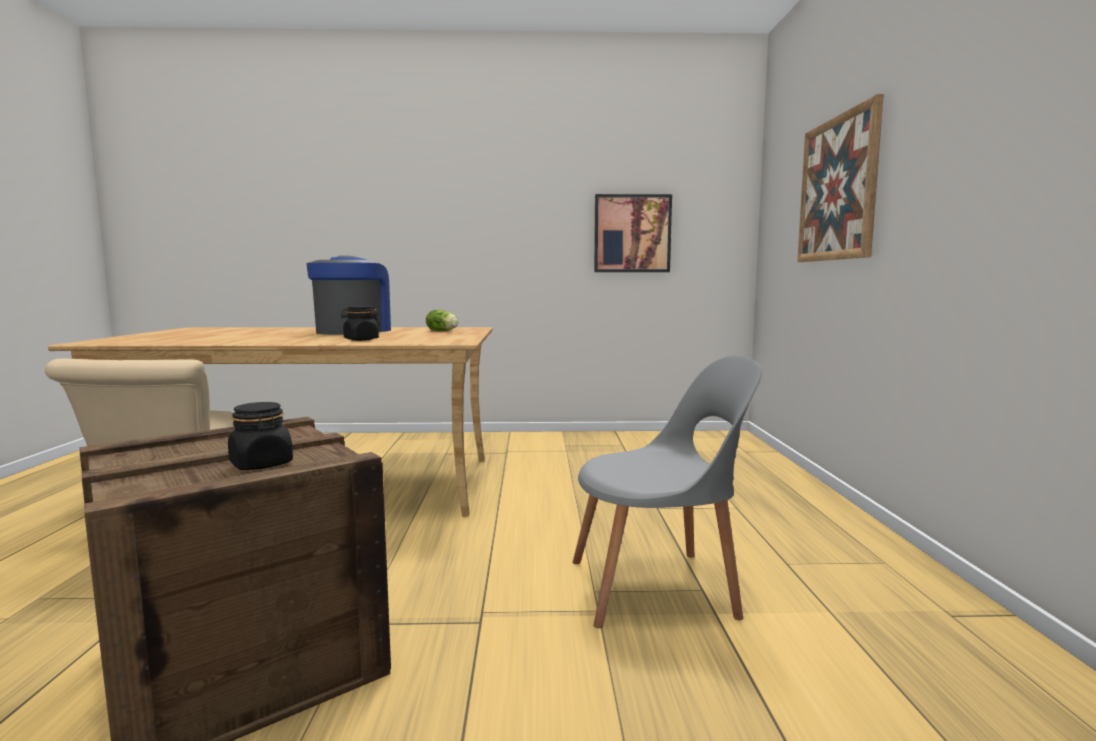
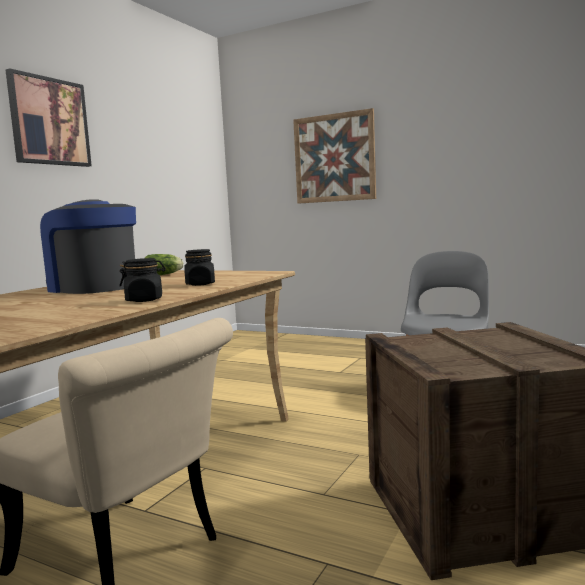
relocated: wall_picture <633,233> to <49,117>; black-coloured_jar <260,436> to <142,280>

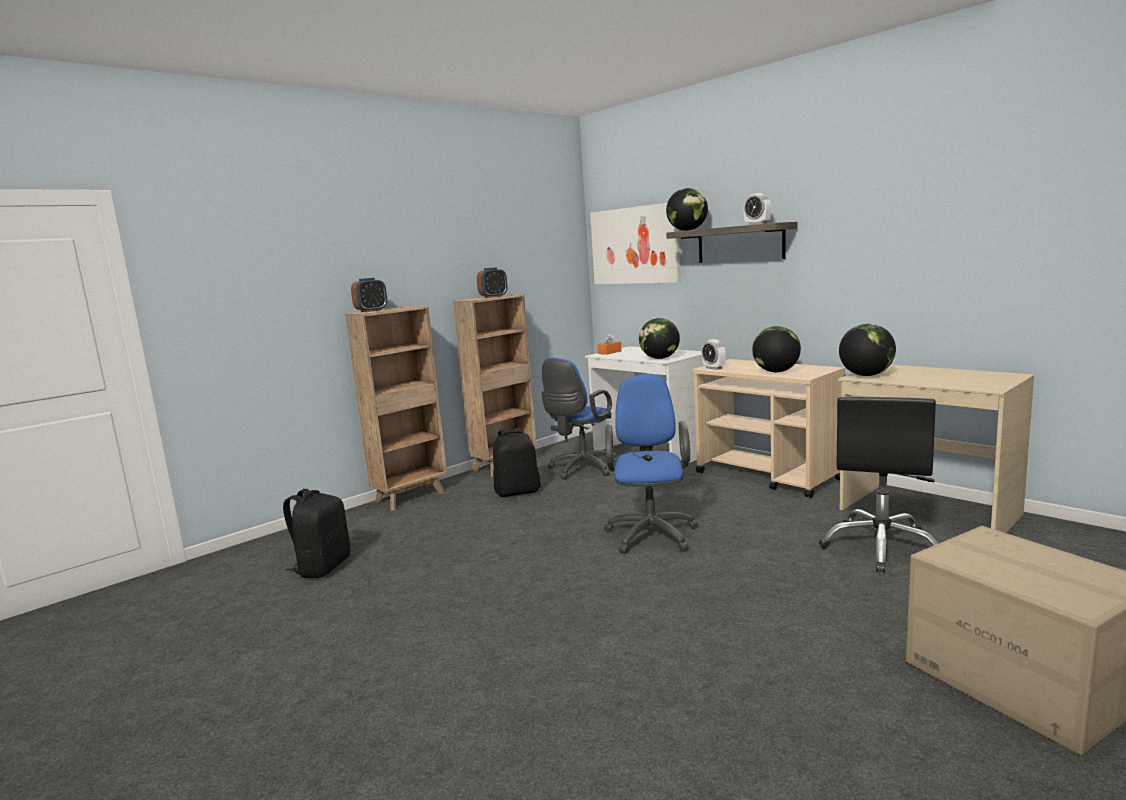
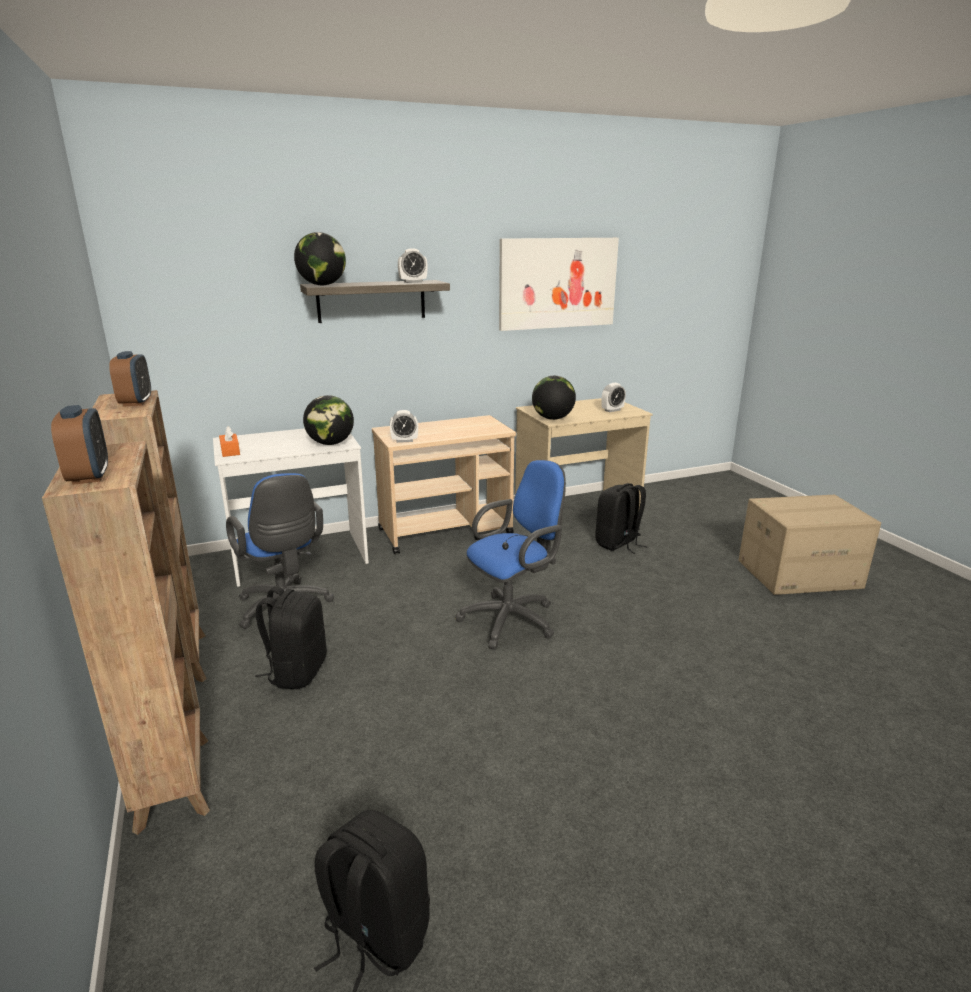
missing: globe <776,349>
appeared: bedside_clock <613,397>
relocated: wall_picture <635,243> to <559,284>
exchanged: black-coloured_computer_chair <879,484> to black-coloured_rucksack <621,518>
spun: blue-coloured_computer_chair <651,464> = <511,555> 120 degrees clockwise

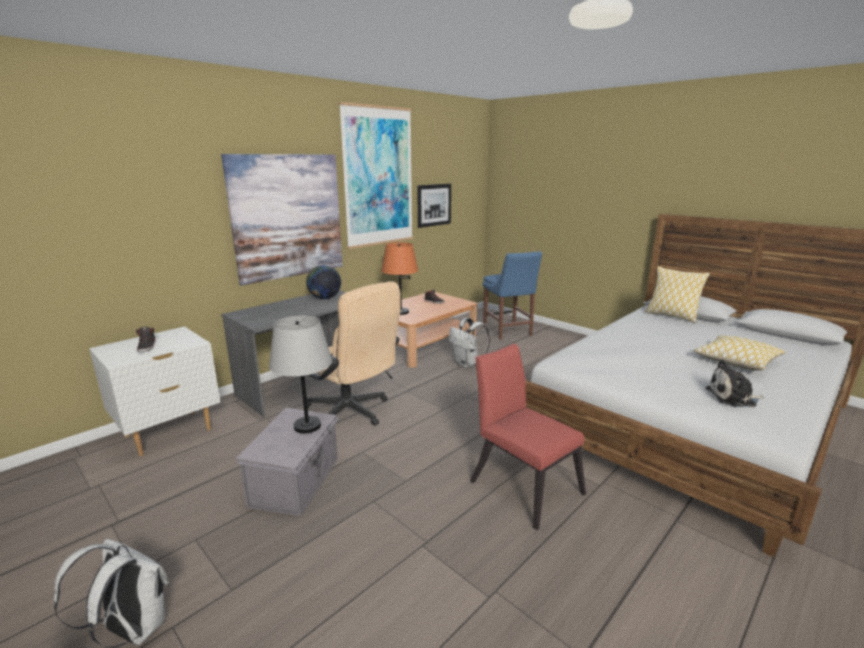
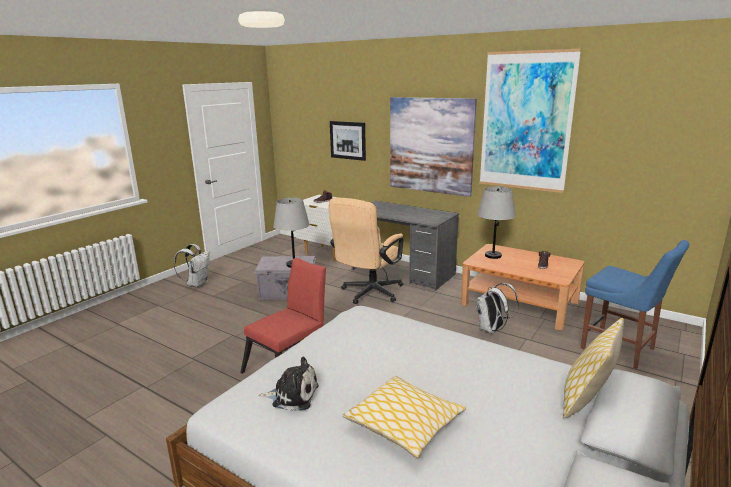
missing: globe <323,282>
relocated: wall_picture <434,206> to <348,141>
colour: orange_tabletop_lamp <399,278> to grey_tabletop_lamp <496,223>
spun: blue-coloured_chair <512,295> = <635,304> 105 degrees counterclockwise; cuddly_toy <735,383> = <289,384> 105 degrees clockwise

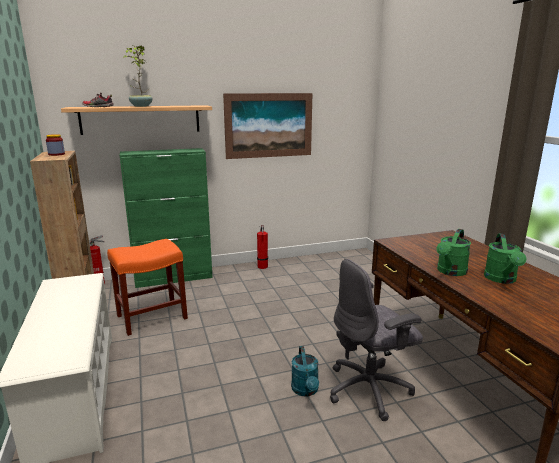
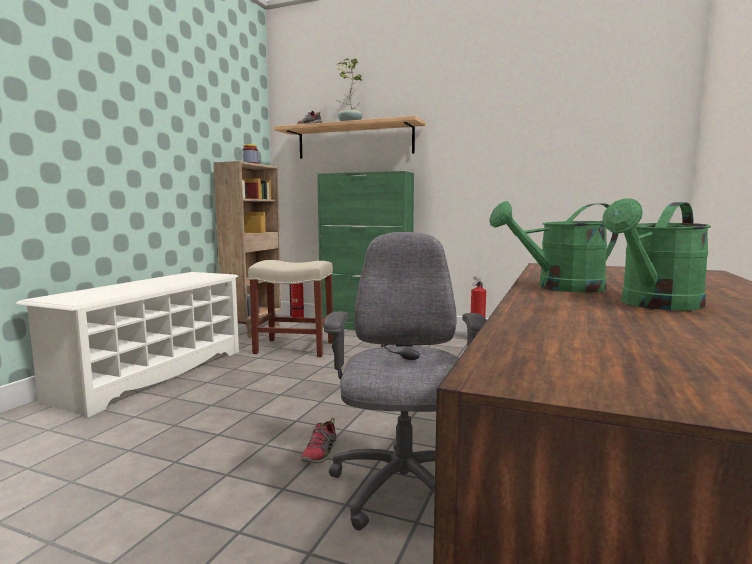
missing: wall_picture <267,126>
exchanged: blue-green_watering_pot <305,371> to shoe <319,441>
colour: orange_sitting_stool <147,287> to beige_sitting_stool <290,308>
spun: grey_computer_chair <376,340> = <405,381> 75 degrees clockwise

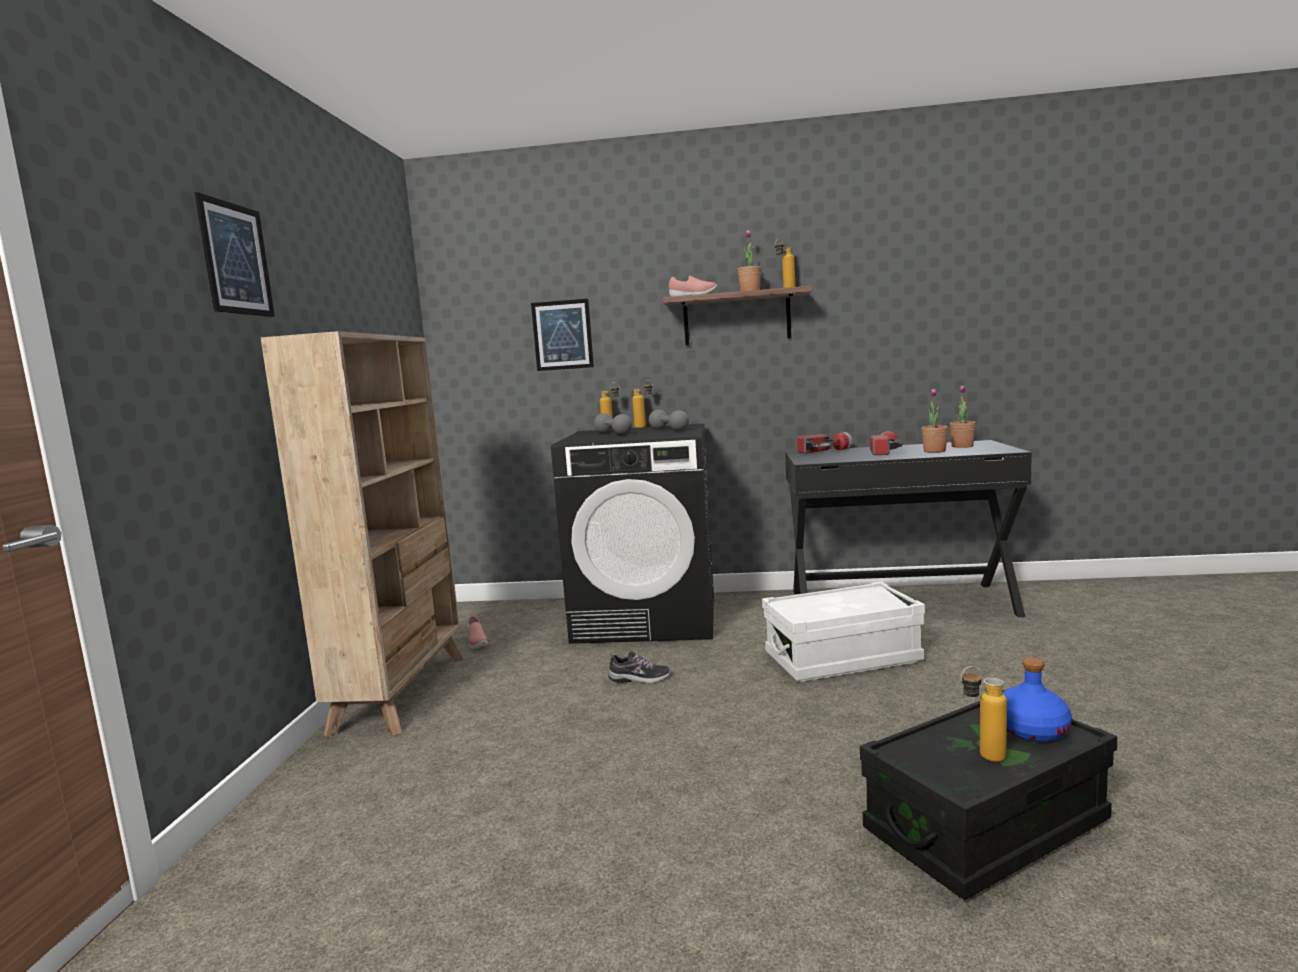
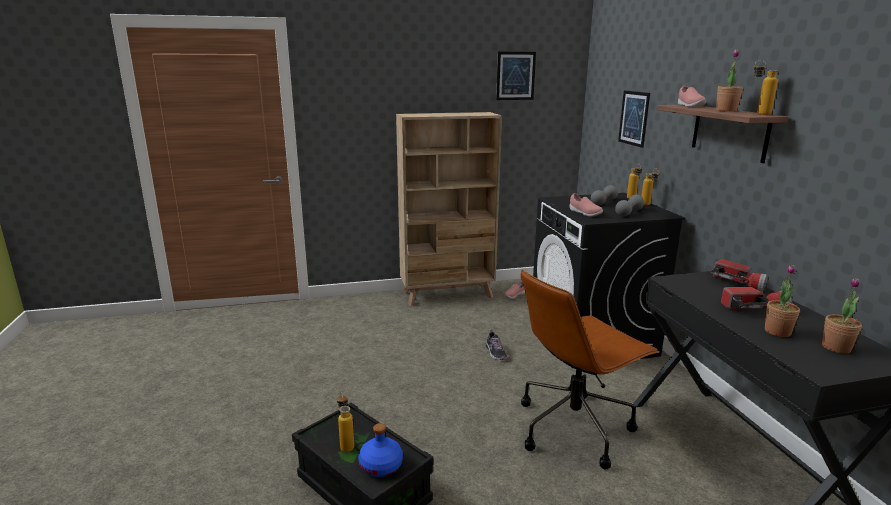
appeared: pink-coloured_shoe <586,204>
relocated: wall_picture <234,254> to <516,76>
exchanged: white-coloured_storage_container <843,632> to brown_computer_chair <590,369>

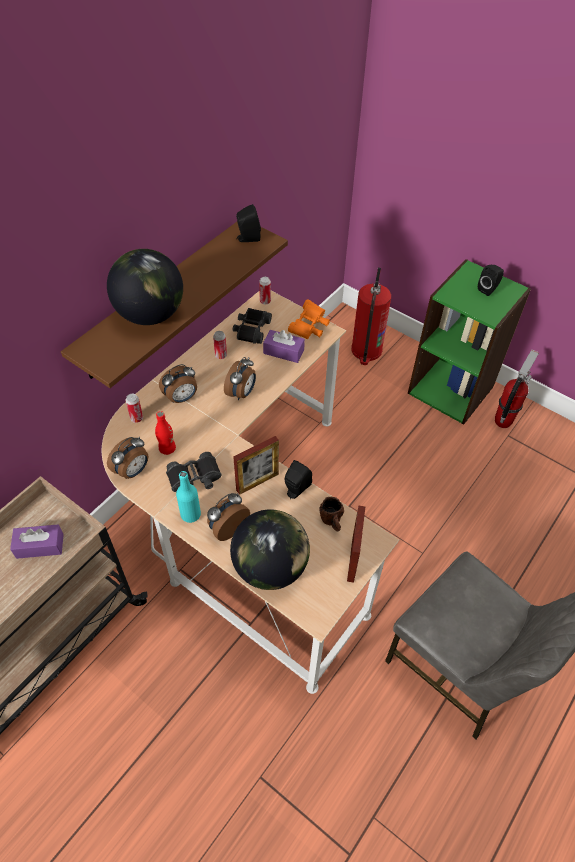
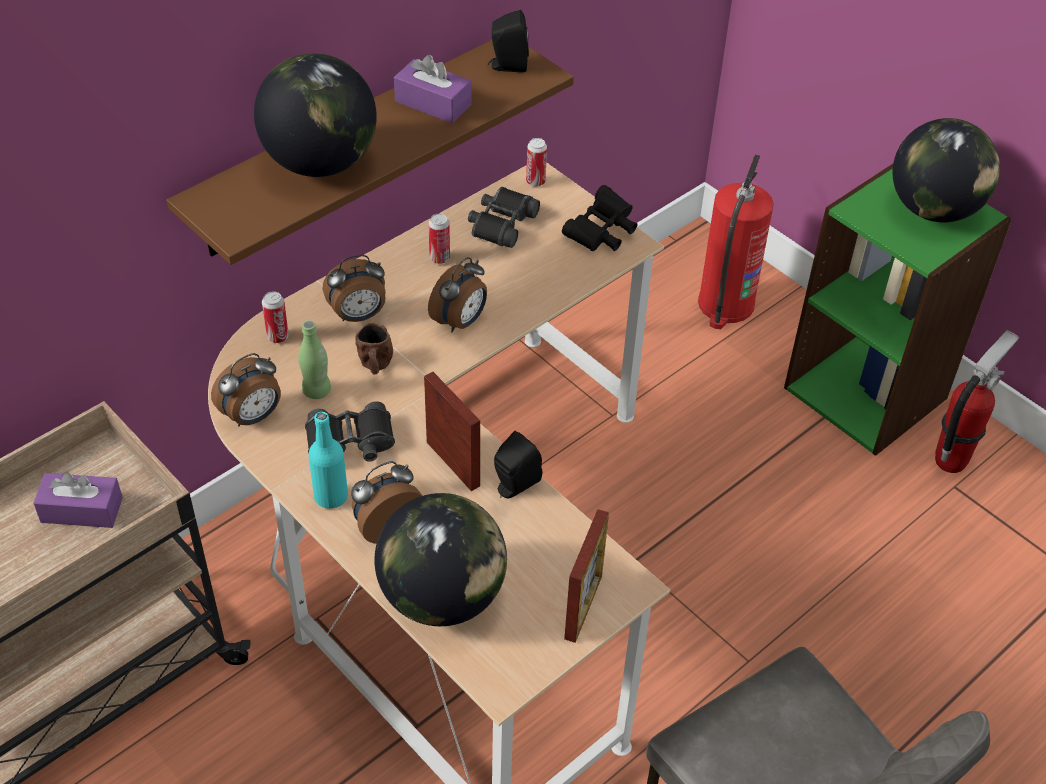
relocated: purplish_tissue_holder <284,346> to <432,89>; brown_mug <332,514> to <374,349>
exchanged: black-coloured_speaker <491,280> to globe <946,170>
colour: orange_field_glasses <309,319> to black-coloured_field_glasses <599,218>; reddish_beverage_bottle <165,433> to green_beverage_bottle <314,359>
spun: standing_frame <256,465> = <452,431> 105 degrees counterclockwise

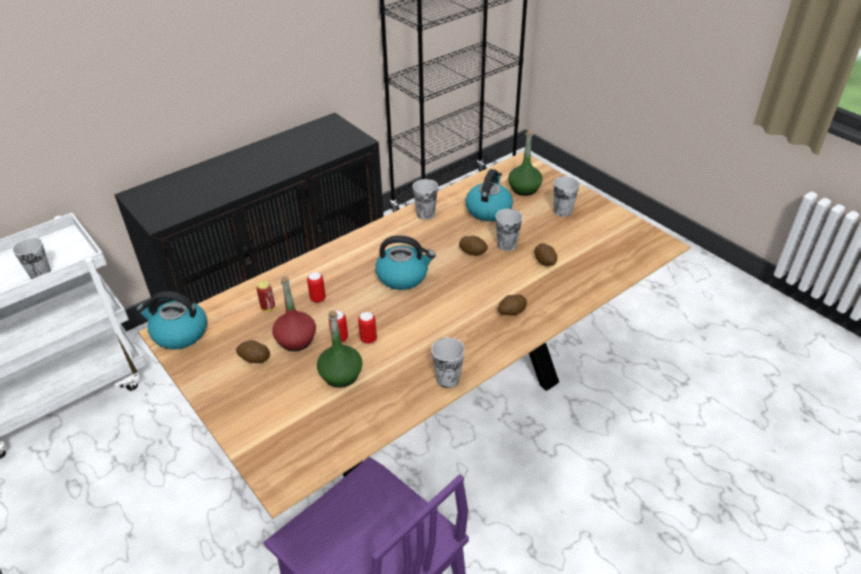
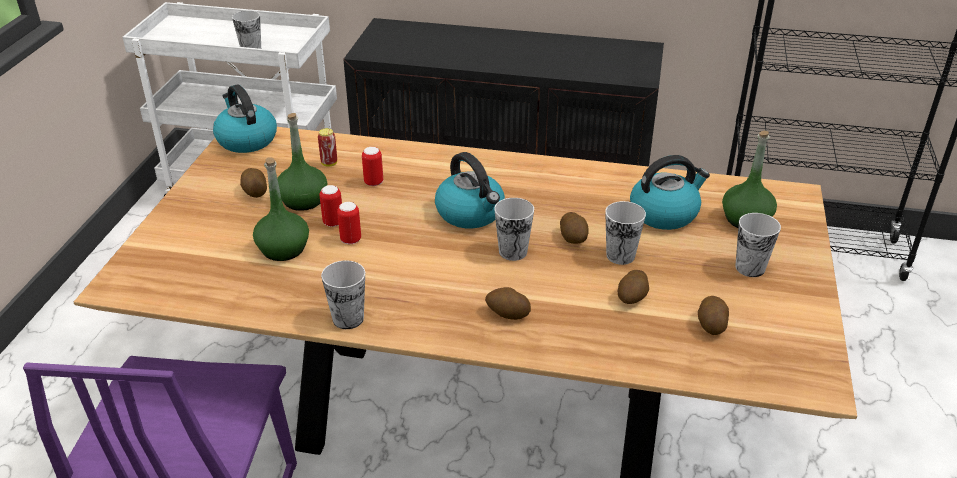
appeared: spud <713,315>
relocated: drinking_cup <425,199> to <514,229>
colour: reddish_beverage_bottle <294,313> to green_beverage_bottle <302,162>

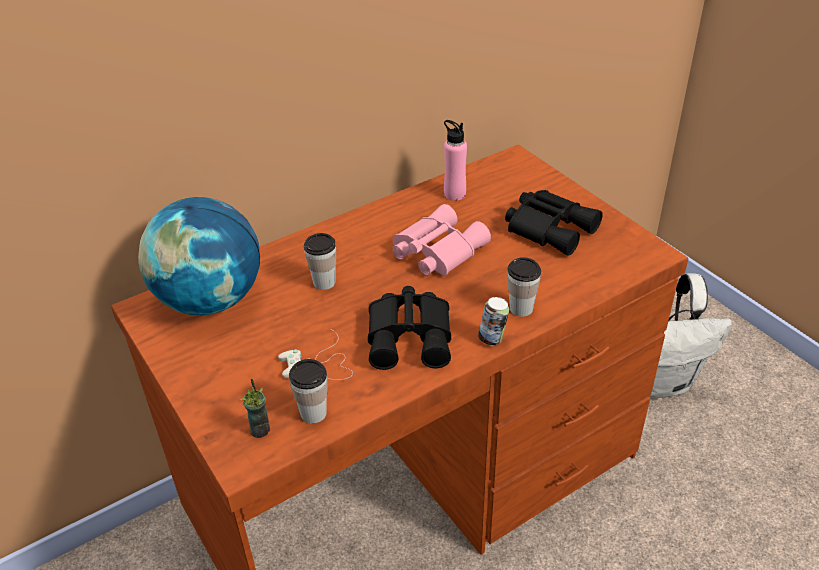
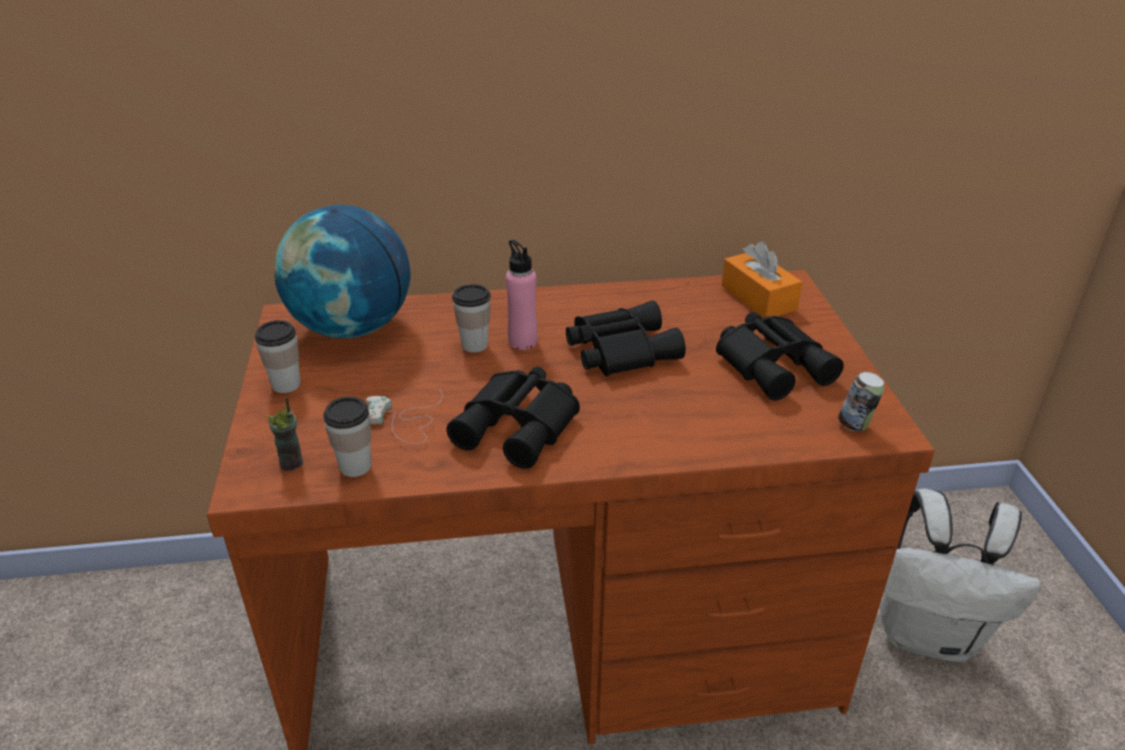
appeared: orange_tissue_holder <762,279>
relocated: pink-coloured_beverage_bottle <455,160> to <522,295>; drinking_cup <524,287> to <278,356>; can <493,321> to <861,401>
colour: pink-coloured_field_glasses <441,240> to black-coloured_field_glasses <626,338>

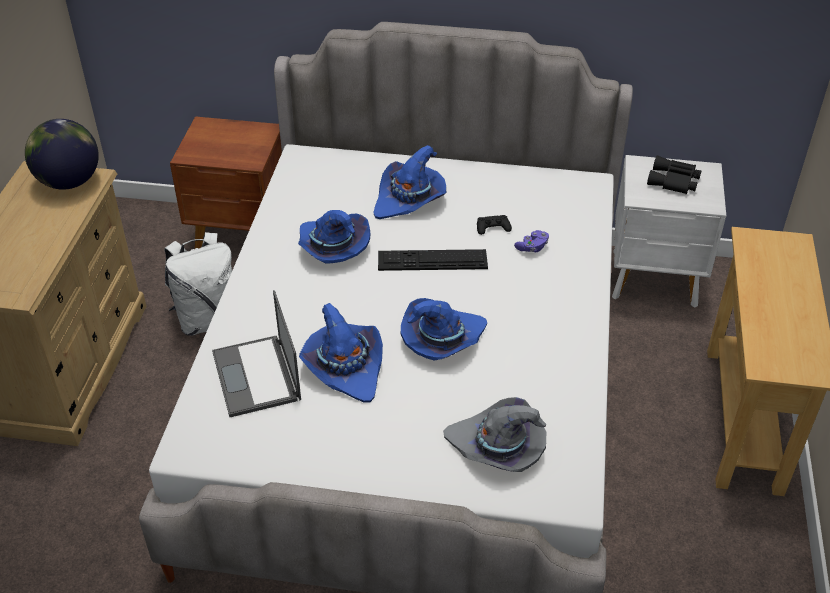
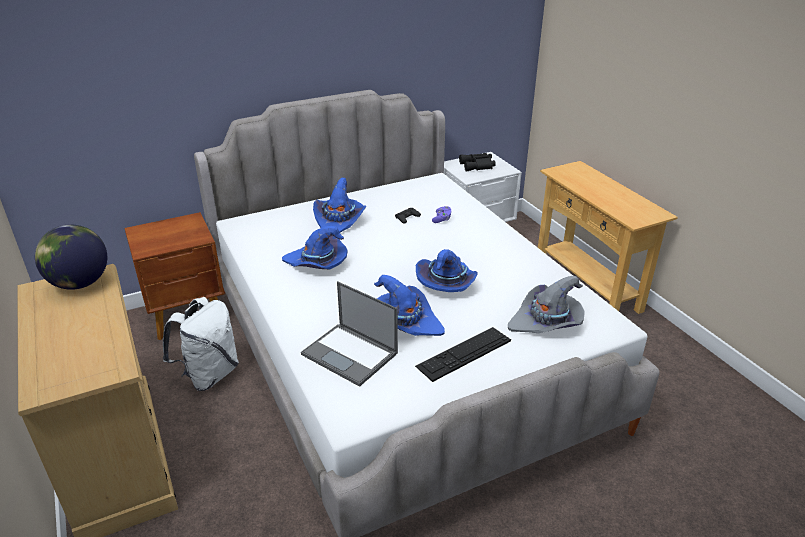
relocated: computer_keyboard <433,260> to <463,354>

